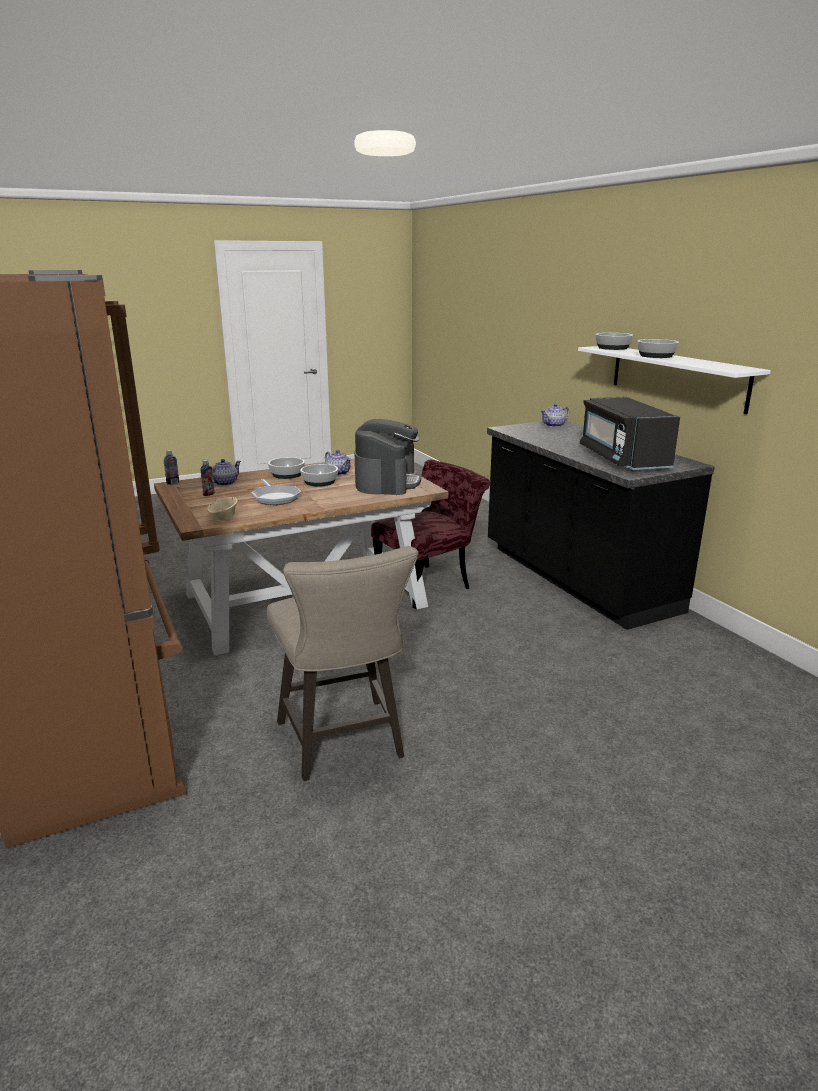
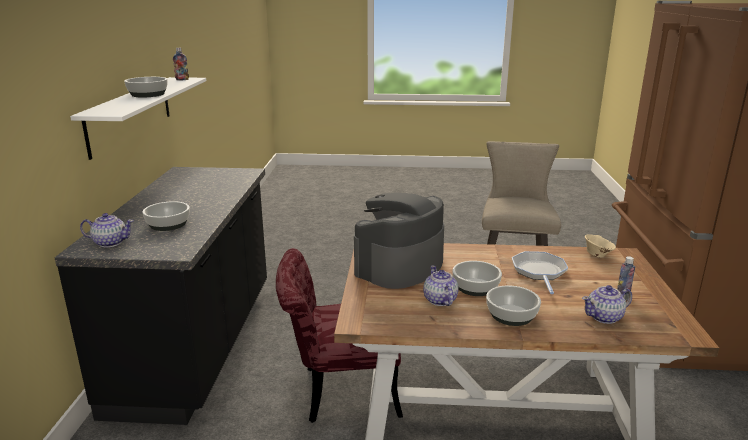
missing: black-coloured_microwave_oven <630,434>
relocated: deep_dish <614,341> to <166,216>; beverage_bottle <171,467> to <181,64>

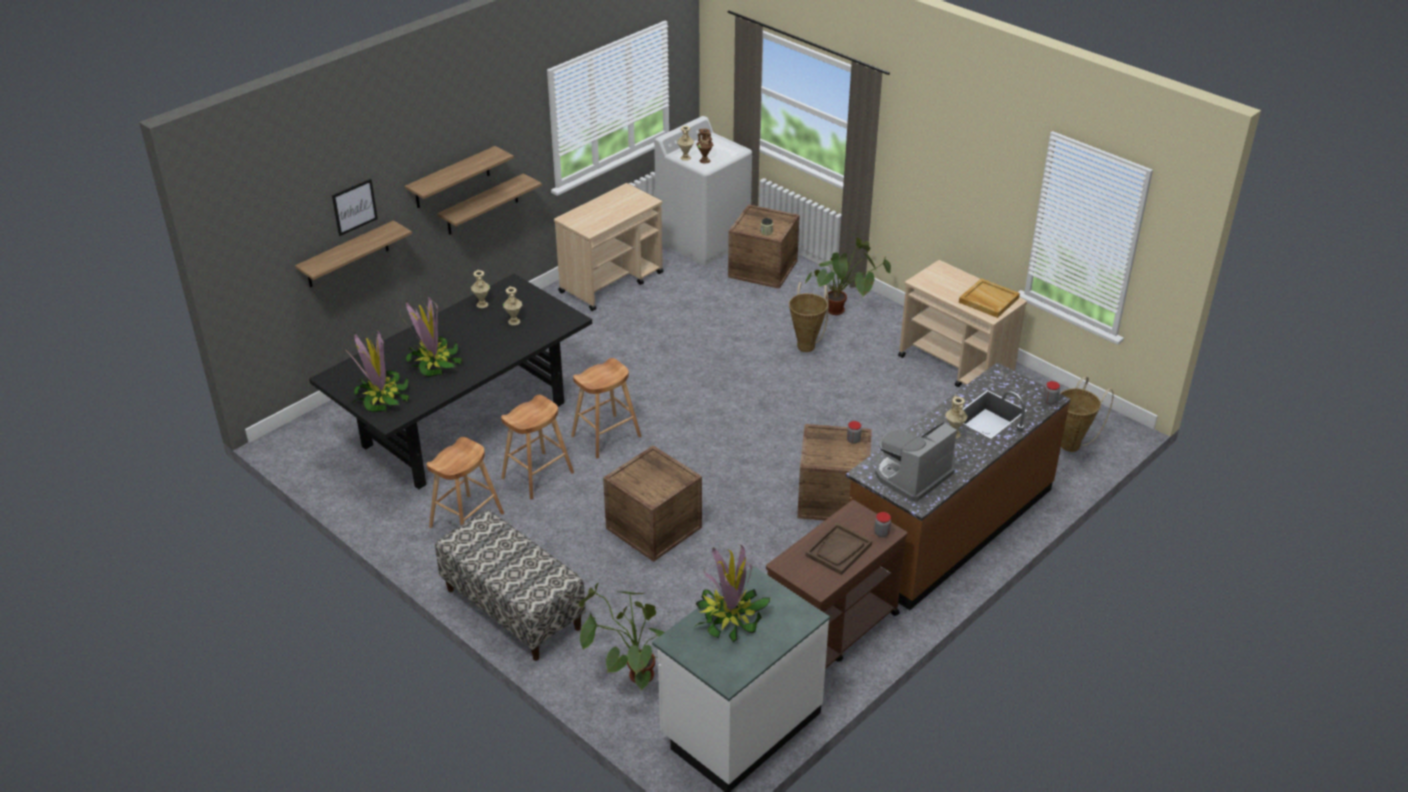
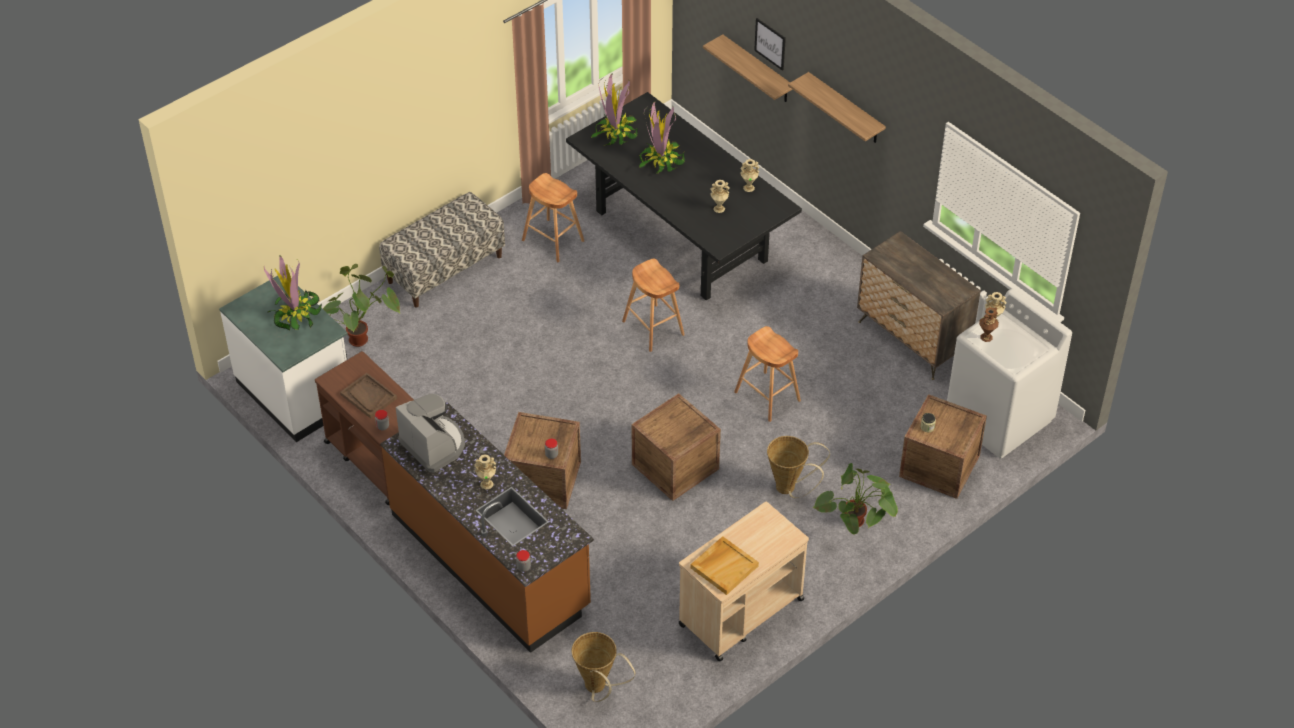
missing: bracket_shelf <489,204>
relocated: brown_sitting_stool <537,447> to <767,374>; packing_crate <652,503> to <676,447>
exchanged: beige_trolley <608,247> to chest_of_drawers <919,305>

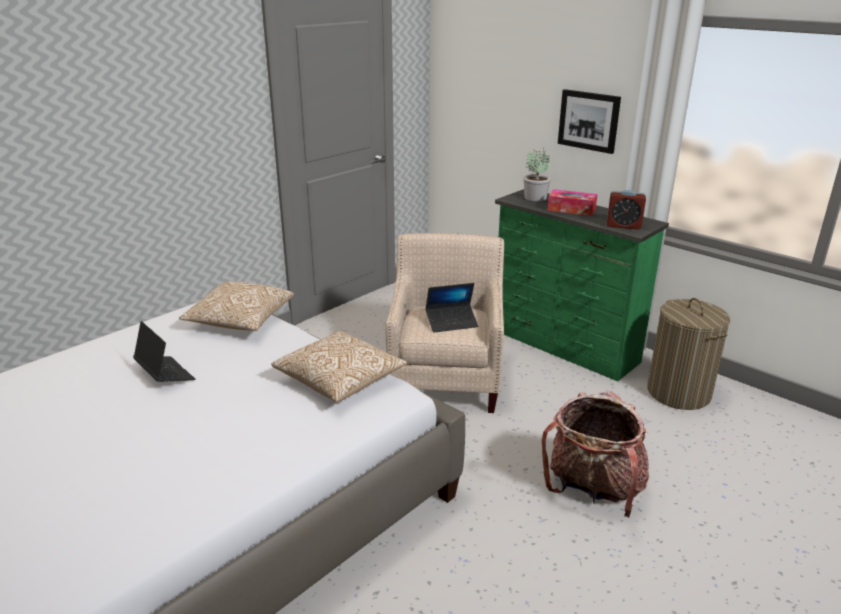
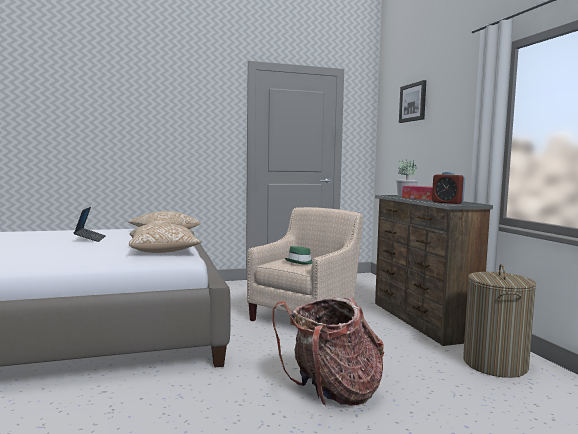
relocated: wall_picture <589,121> to <412,101>
exchanged: laptop <451,308> to green_clothing_hat <299,255>
colour: green_chest_of_drawers <582,285> to brown_chest_of_drawers <434,270>

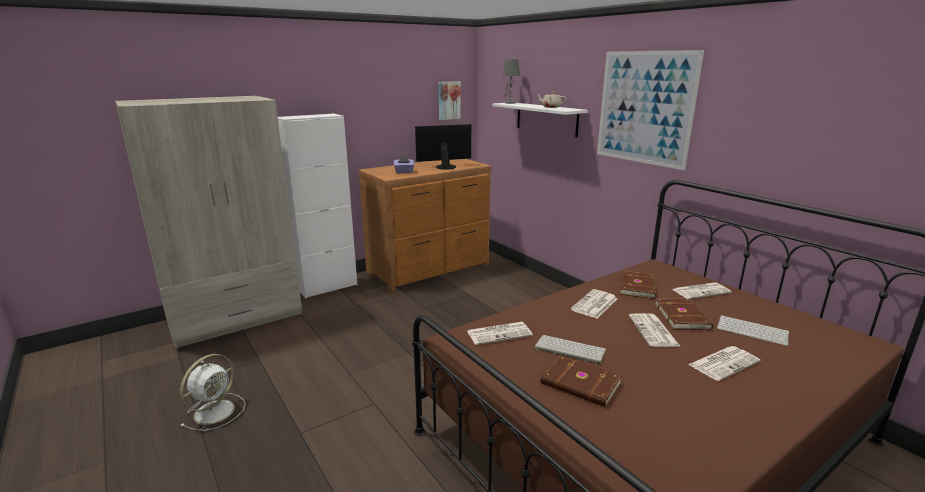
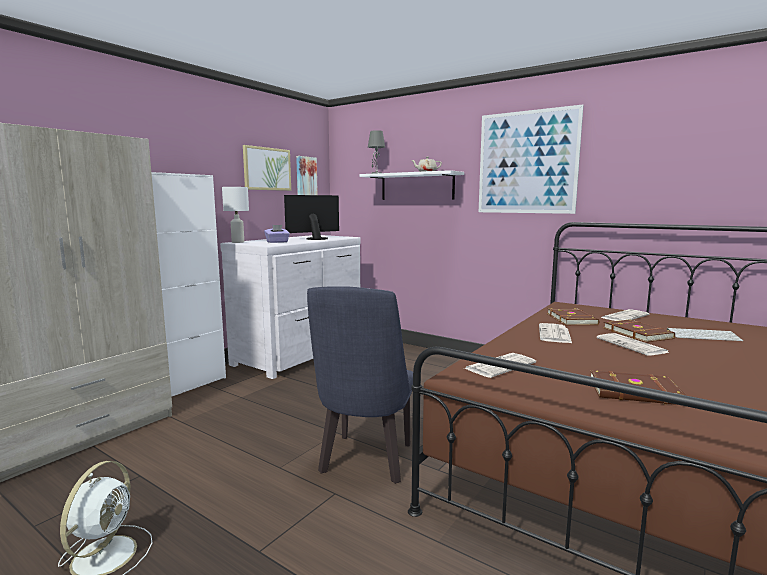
missing: computer_keyboard <570,349>; newspaper <724,363>
appeared: wall_picture <267,168>; white-coloured_tabletop_lamp <235,215>; blue-coloured_chair <360,385>
colour: brown_chest_of_drawers <424,225> to white-coloured_chest_of_drawers <290,307>

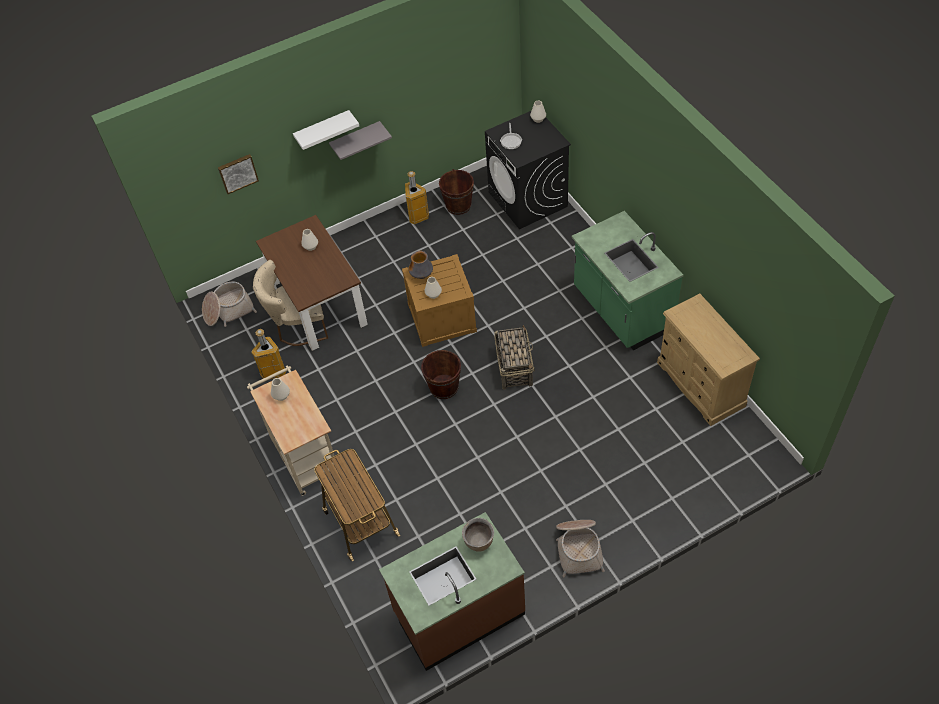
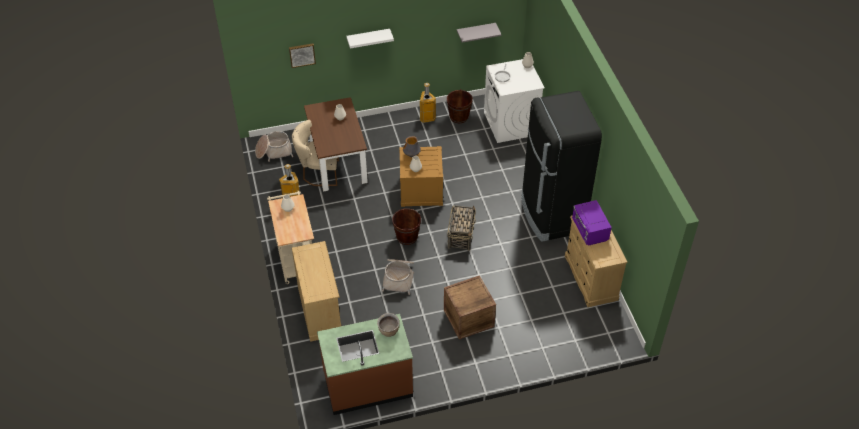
appeared: purplish_microwave_oven <592,222>; packing_crate <470,307>
relocated: grey_bracket_shelf <360,140> to <479,33>; basket <580,548> to <398,277>
exchanged: green_kitchen_base_unit <627,280> to black-coloured_kitchen_fridge <561,166>; trolley <357,505> to beige_chest_of_drawers <316,291>
colour: black-coloured_laundry_appliance <528,170> to white-coloured_laundry_appliance <514,101>

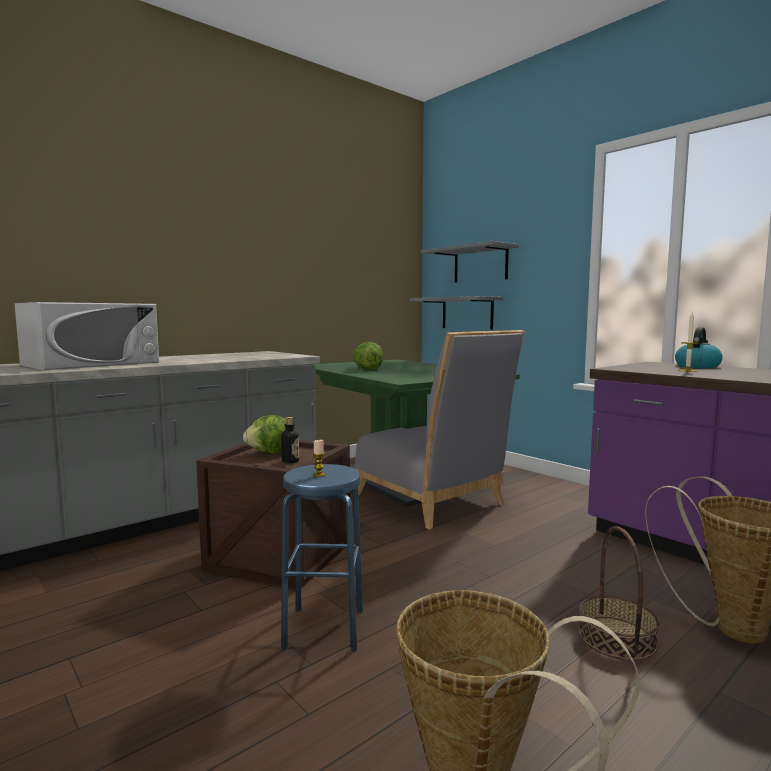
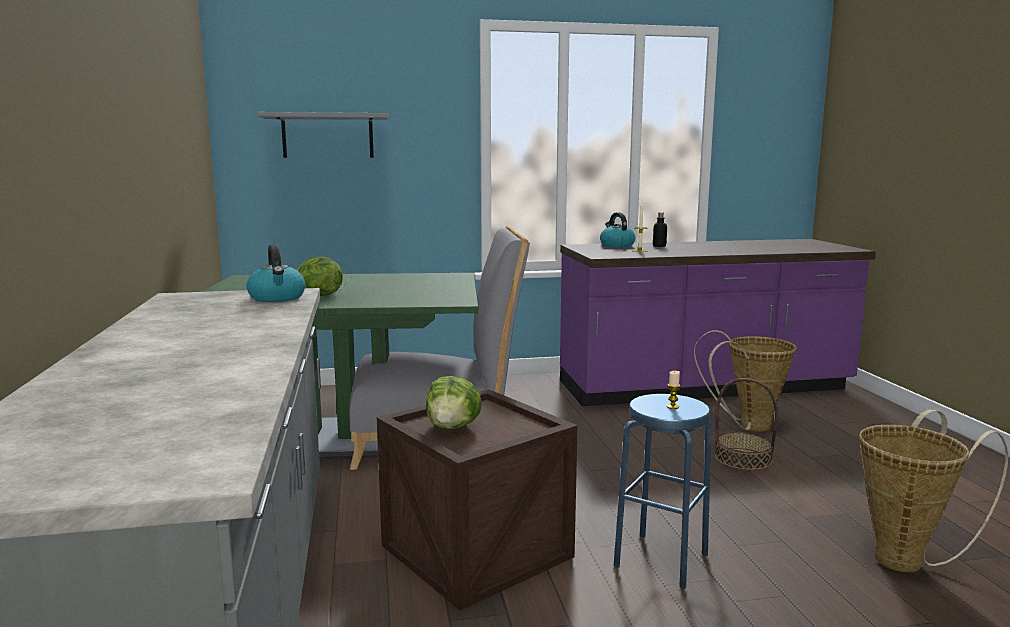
missing: grey_bracket_shelf <457,312>; white-coloured_microwave_oven <86,336>
appeared: water_kettle <275,273>
relocated: beverage_bottle <290,440> to <660,229>

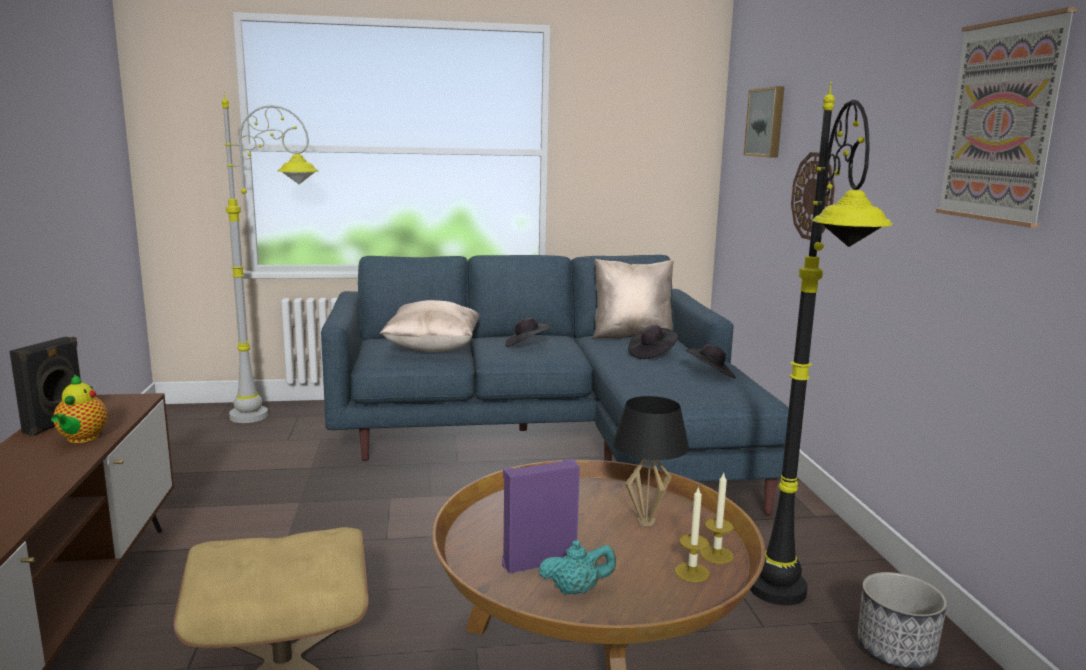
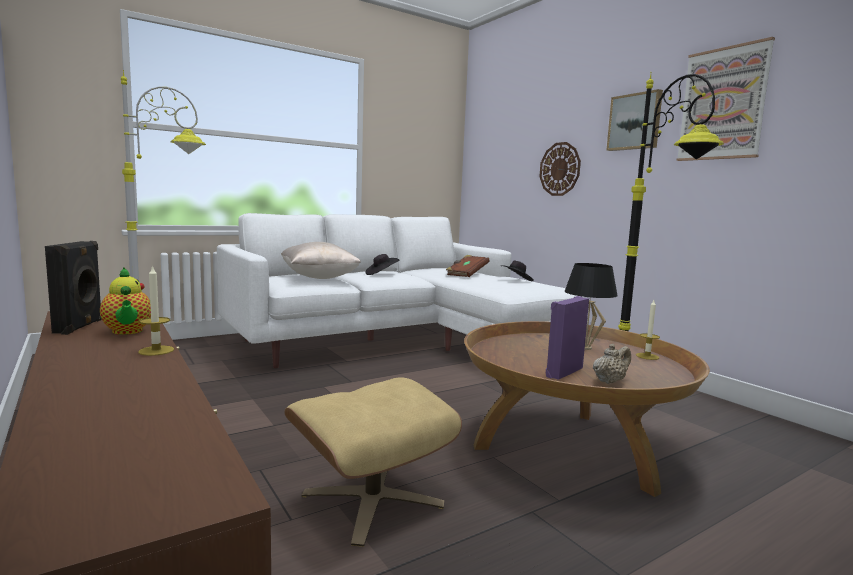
missing: beige_cushion <633,299>; planter <902,620>
relocated: wall_picture <764,122> to <634,120>; candle <692,534> to <156,310>
exchanged: black-coloured_clothing_hat <653,342> to brown_volume <467,266>
colour: blue-coloured_sofa <555,385> to white-coloured_sofa <400,290>; blue-green_tea_pot <577,567> to beige_tea_pot <612,364>

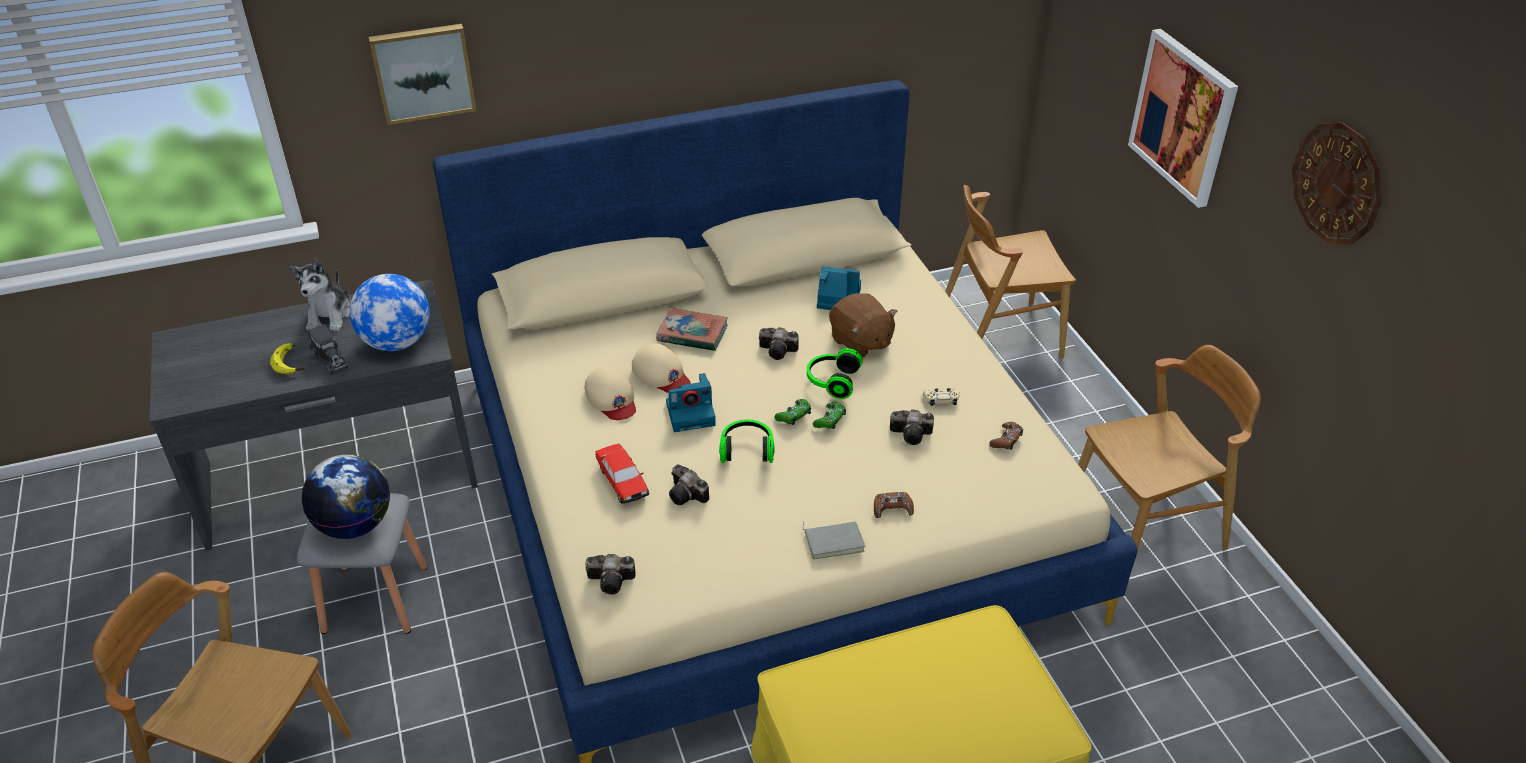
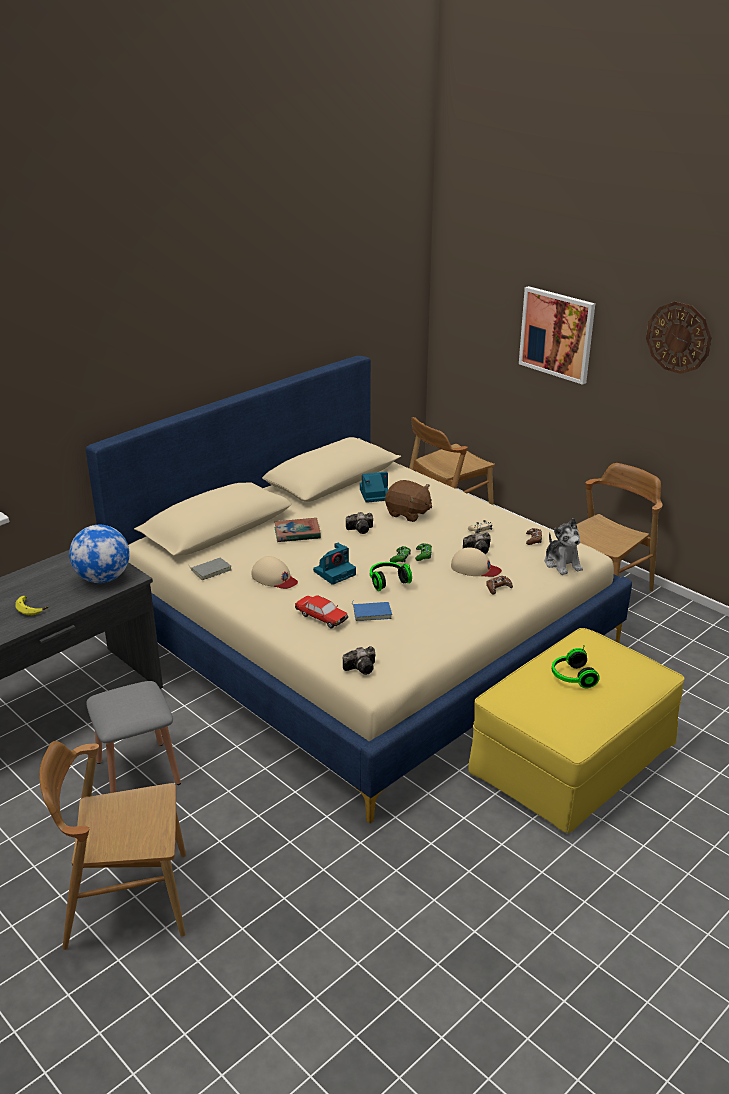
missing: wall_picture <423,74>; toy_lorry <328,348>; globe <346,496>
relocated: cuddly_toy <320,295> to <564,546>; beige_cap <661,368> to <476,562>; headset <835,373> to <576,666>; grey_volume <834,540> to <210,568>
exchanged: still_camera <689,484> to blue-coloured_volume <372,610>

